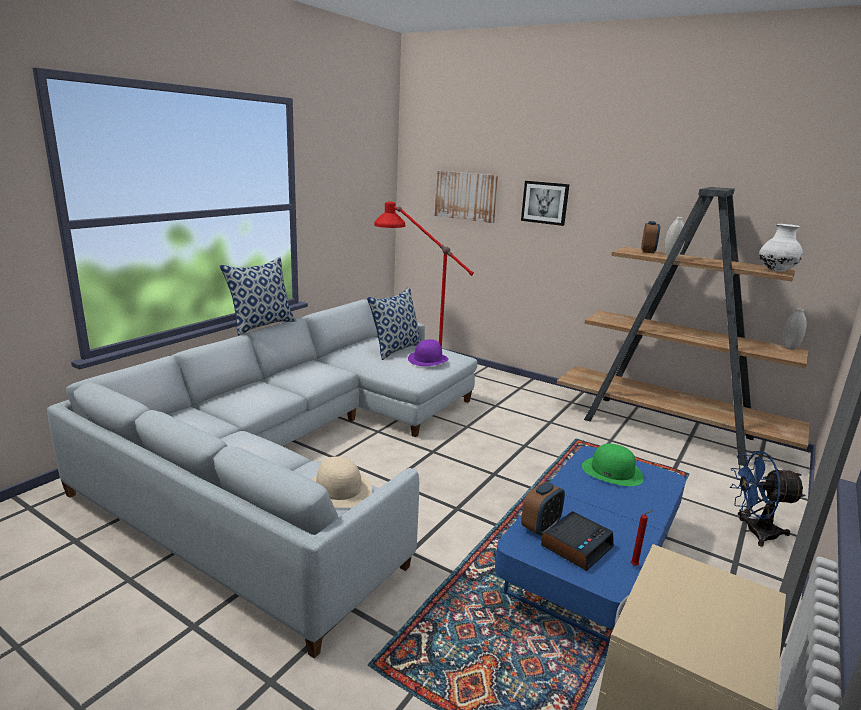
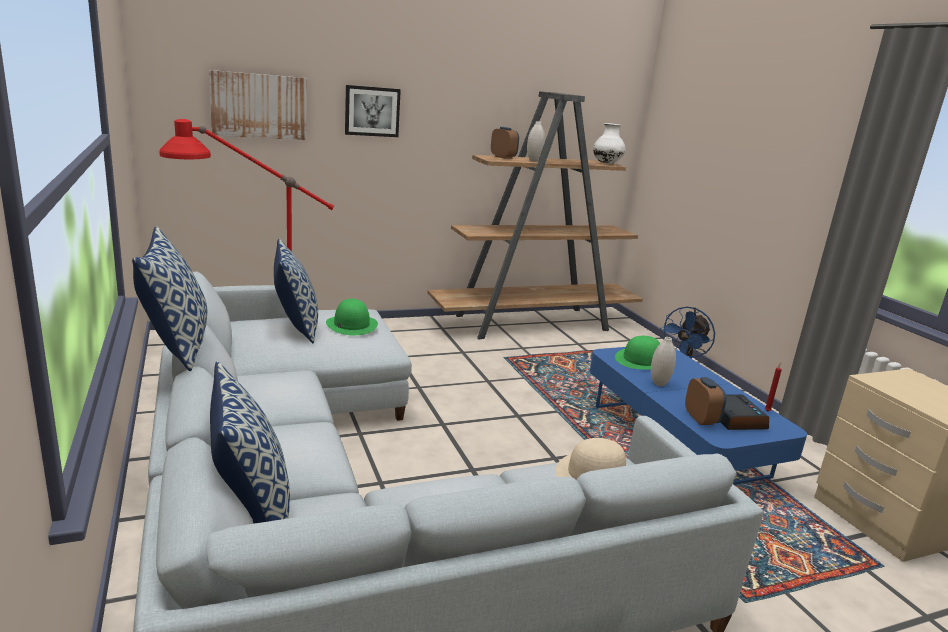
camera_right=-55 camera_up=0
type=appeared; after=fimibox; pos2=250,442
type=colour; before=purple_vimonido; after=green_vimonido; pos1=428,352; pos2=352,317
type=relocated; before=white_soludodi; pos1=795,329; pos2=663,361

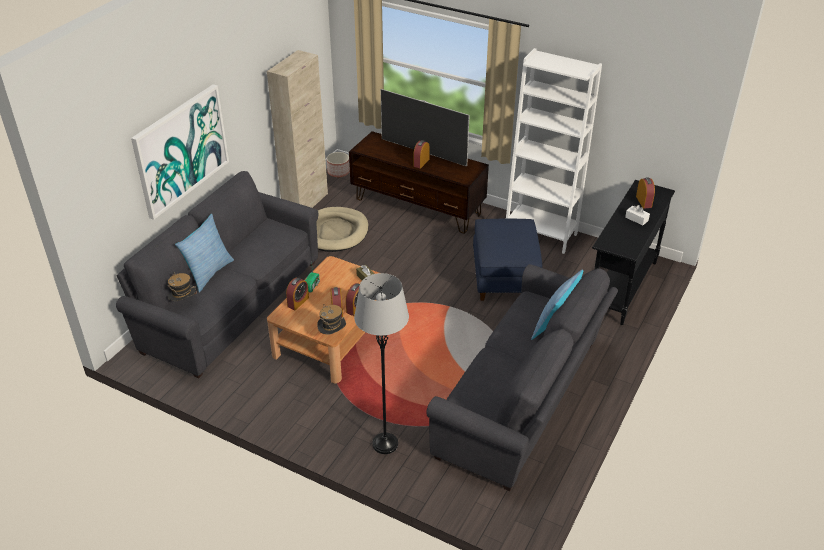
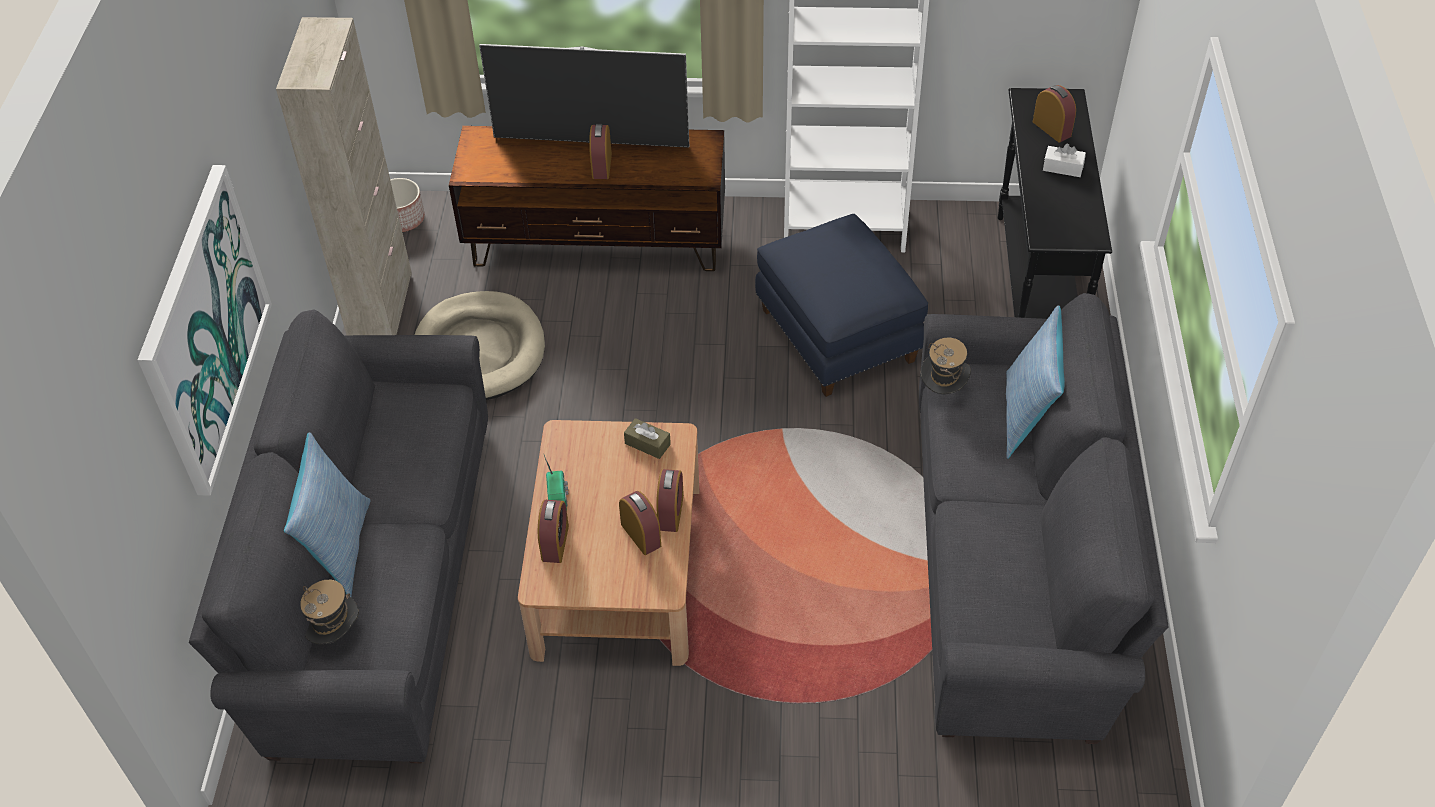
camera_right=-25 camera_up=10
type=relocated; before=vimonido; pos1=331,319; pos2=946,365
type=missing; before=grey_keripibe; pos1=381,363

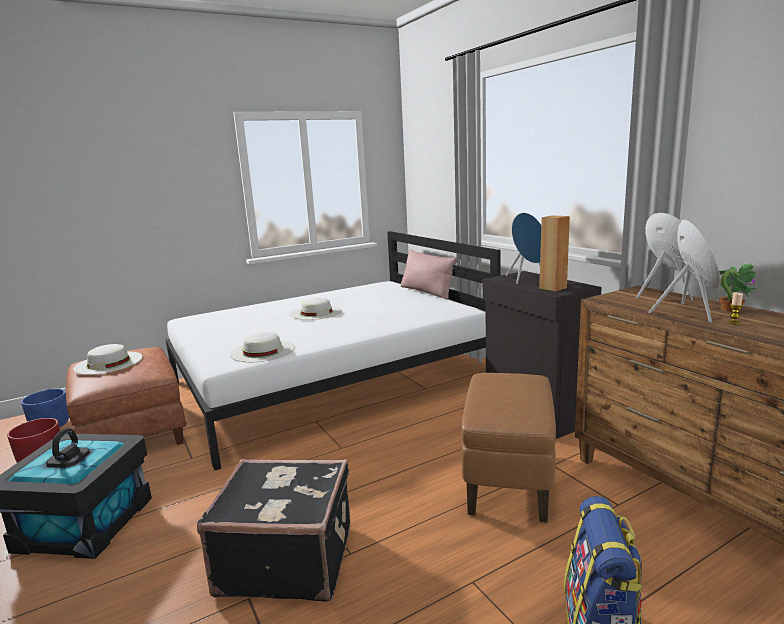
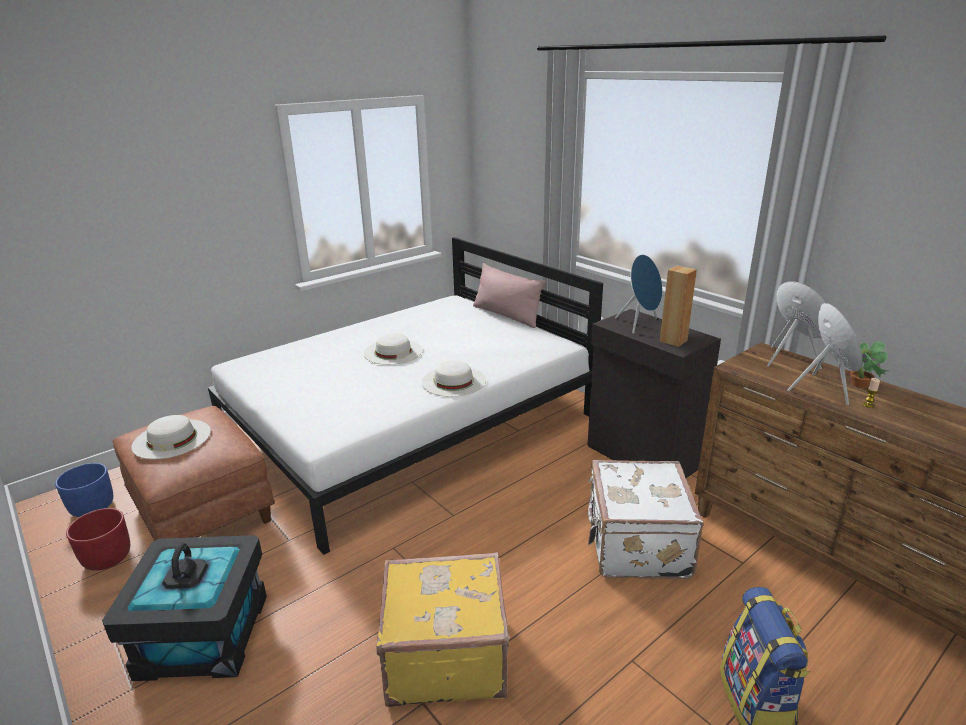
camera_right=-10 camera_up=10
type=colour; before=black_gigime; after=yellow_gigime; pos1=274,530; pos2=443,629
type=relocated; before=white_vimonido; pos1=262,347; pos2=453,379
type=exchanged; before=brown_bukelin; after=white_gigime; pos1=508,448; pos2=645,519

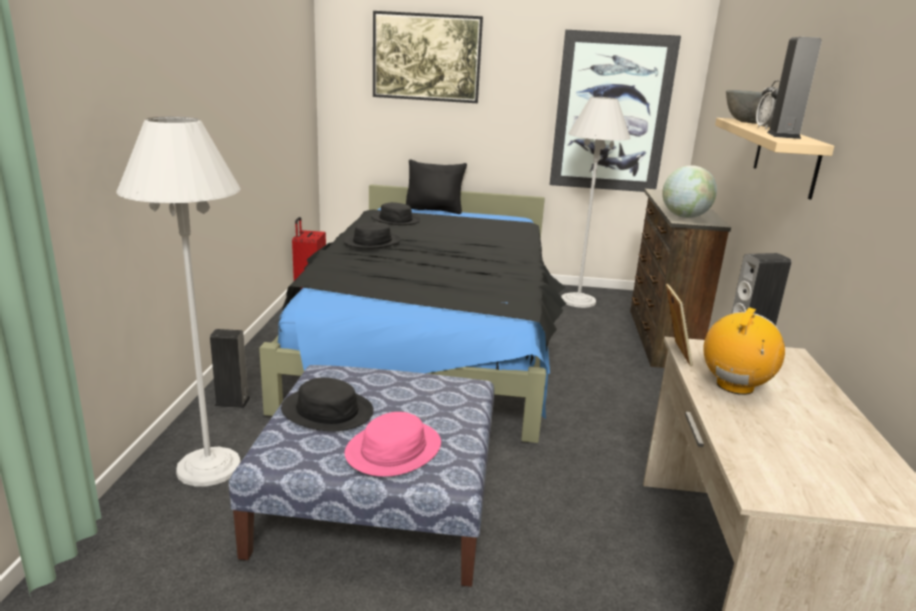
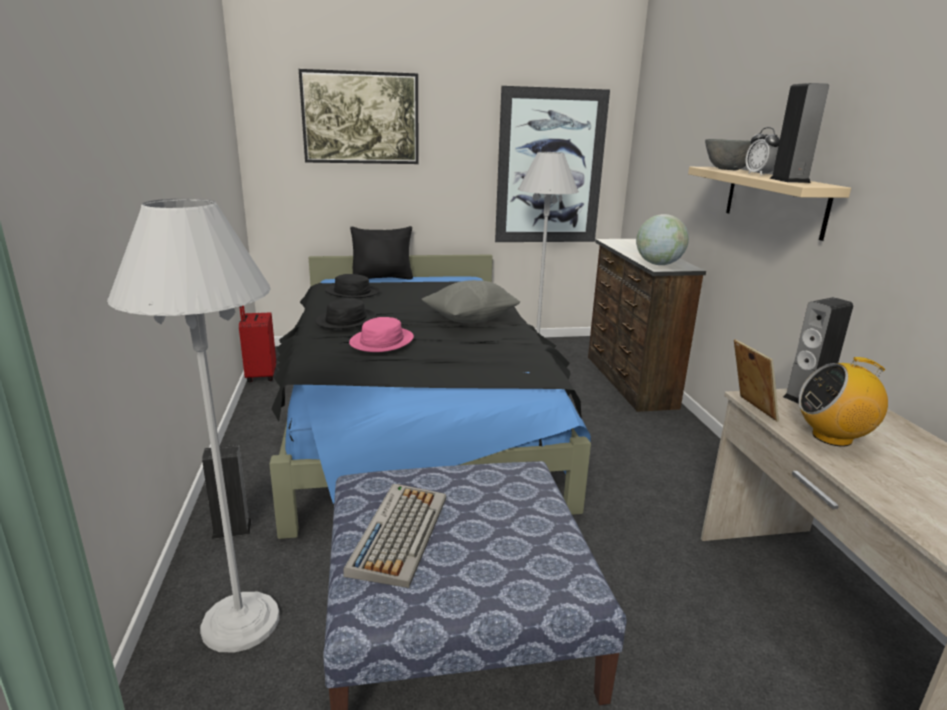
camera_right=-15 camera_up=0
type=exchanged; before=black_vimonido; after=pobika; pos1=327,404; pos2=394,536
type=relocated; before=pink_vimonido; pos1=393,444; pos2=381,334
type=appeared; after=grey_fimibox; pos2=471,301
type=spun; before=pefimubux; pos1=744,351; pos2=843,402; turn=-105

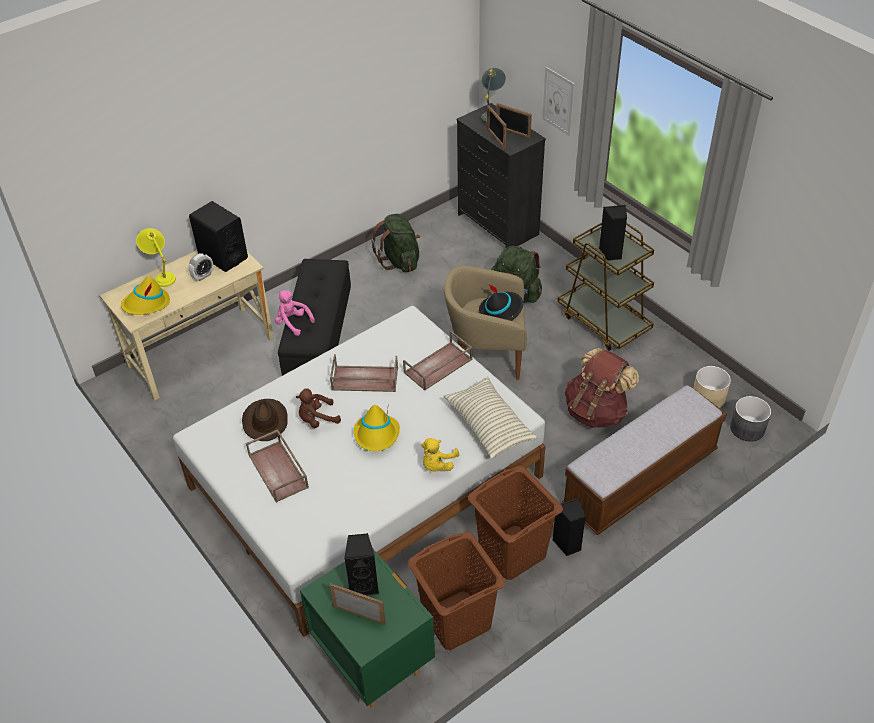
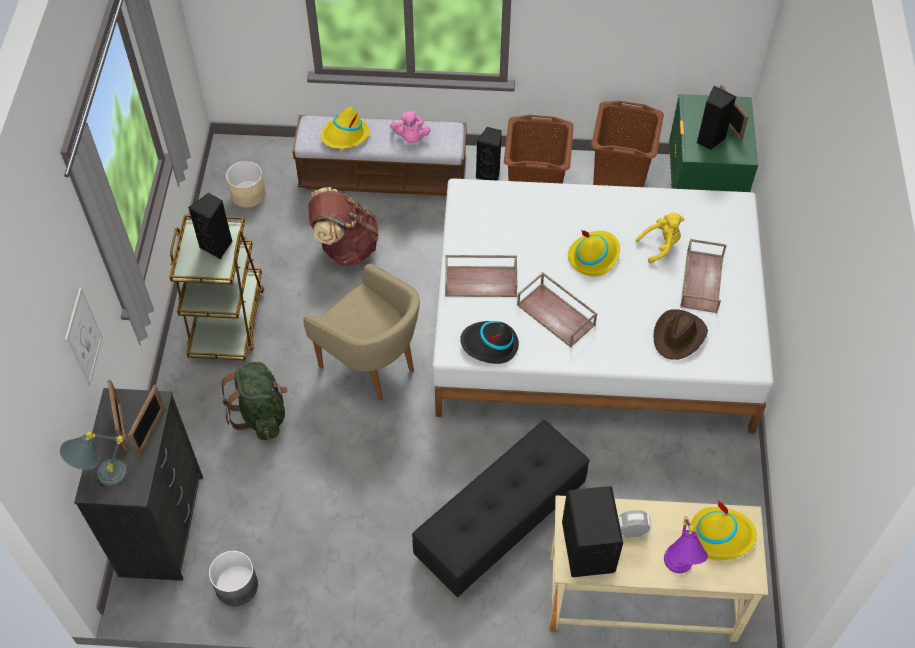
camera_right=-140 camera_up=10
type=relocated; before=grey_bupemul; pos1=750,419; pos2=233,578
type=appeared; after=yellow_vimonido; pos2=345,128
type=relocated; before=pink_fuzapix; pos1=295,313; pos2=410,126
type=relocated; before=black_vimonido; pos1=501,302; pos2=489,342
type=relocated; before=yellow_fuzapix; pos1=440,454; pos2=660,237
type=colour; before=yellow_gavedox; after=purple_gavedox; pos1=156,257; pos2=686,544
type=missing; before=brown_fuzapix; pos1=318,408
type=missing; before=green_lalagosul; pos1=395,243
type=missing; before=fimibox; pos1=490,418

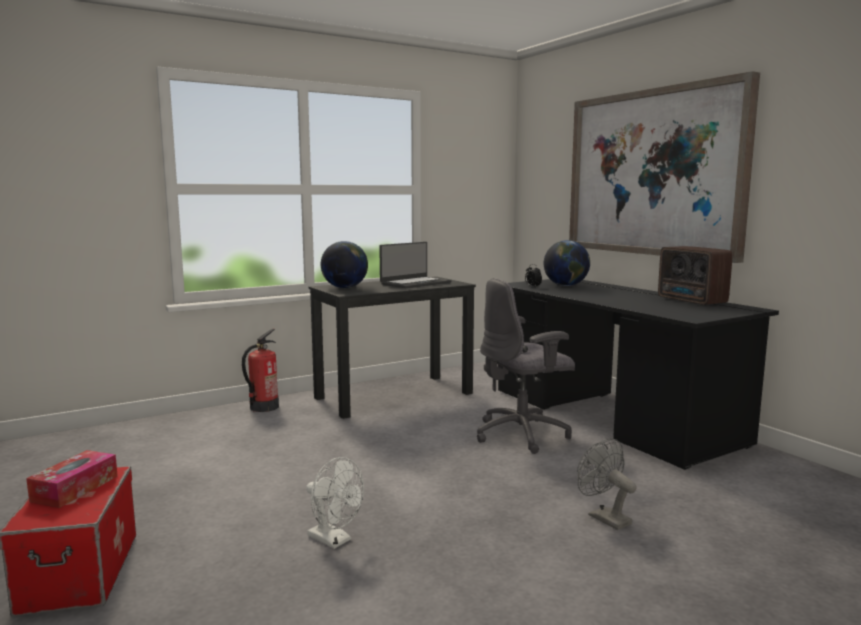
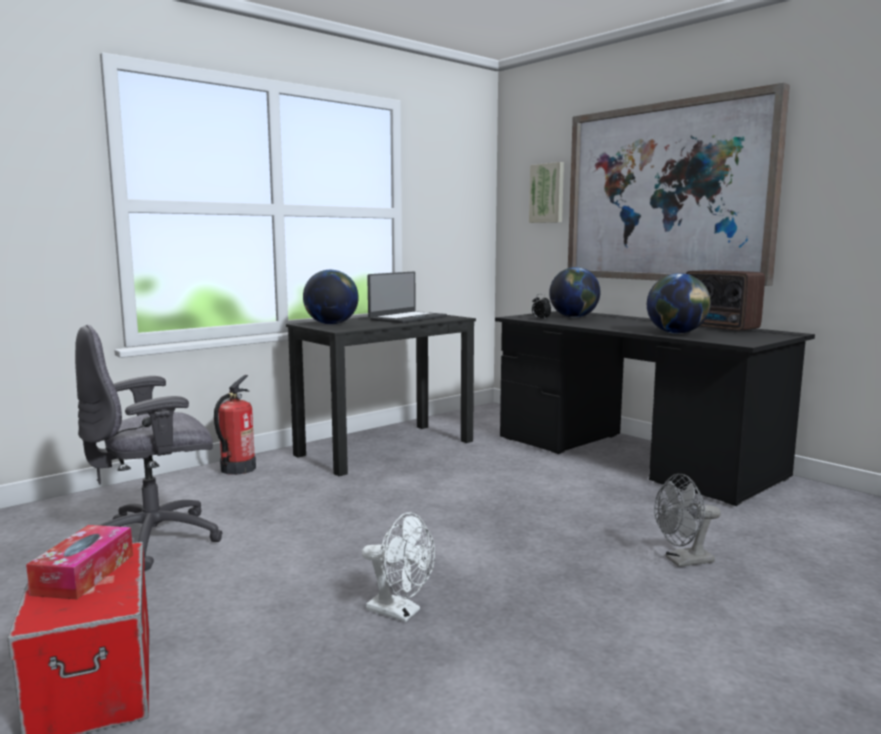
camera_right=-10 camera_up=0
type=relocated; before=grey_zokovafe; pos1=526,366; pos2=149,447
type=appeared; after=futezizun; pos2=546,192
type=appeared; after=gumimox; pos2=679,303
type=spun; before=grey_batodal; pos1=607,484; pos2=687,520; turn=-60

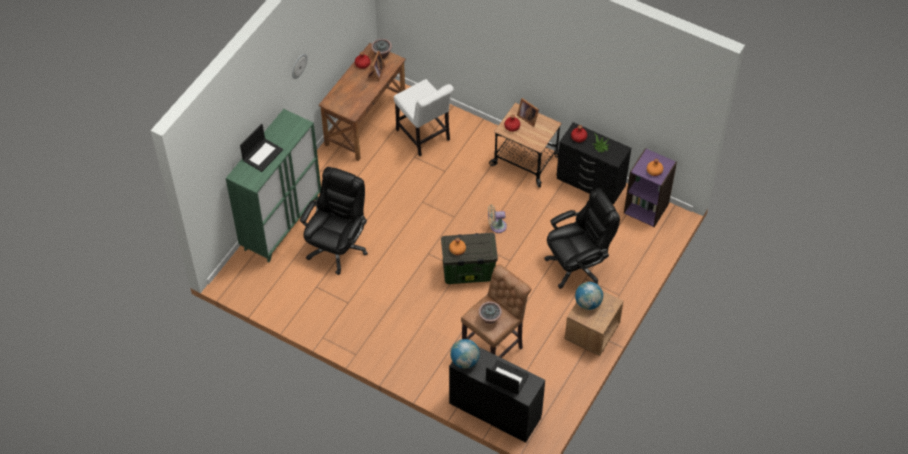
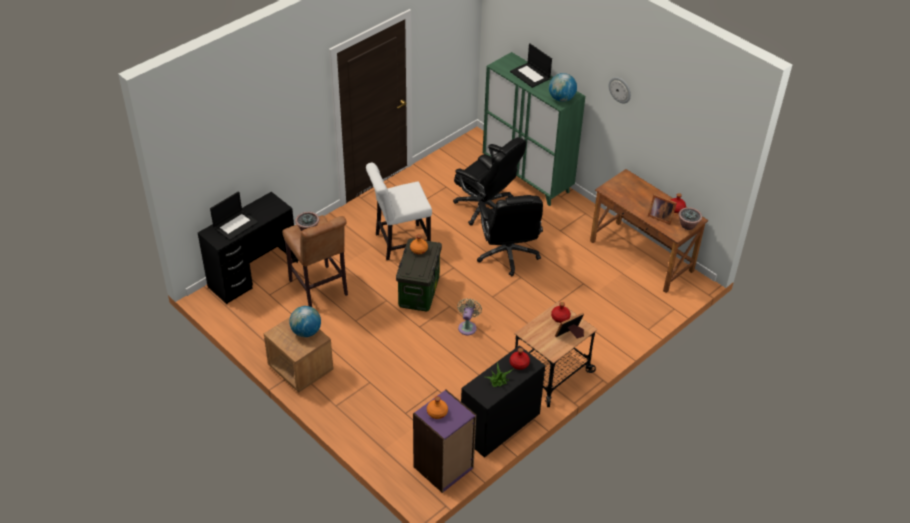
camera_right=105 camera_up=-10
type=relocated; before=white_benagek; pos1=424,117; pos2=399,211
type=relocated; before=black_zokovafe; pos1=582,238; pos2=510,235
type=relocated; before=gumimox; pos1=465,354; pos2=563,87

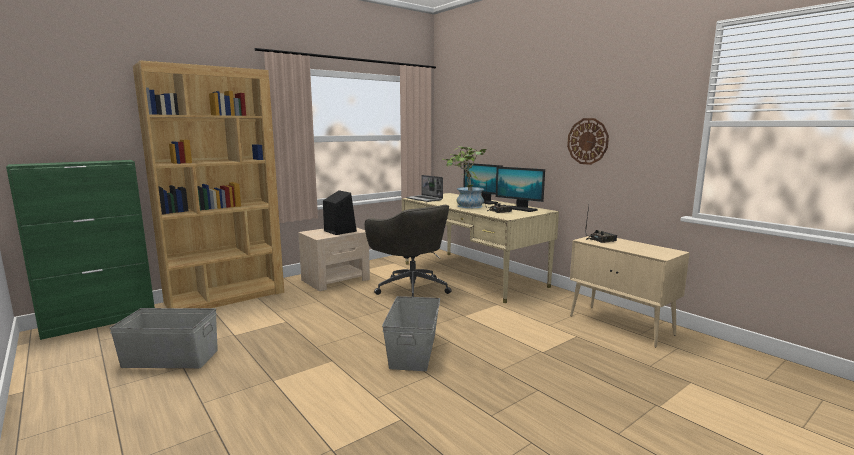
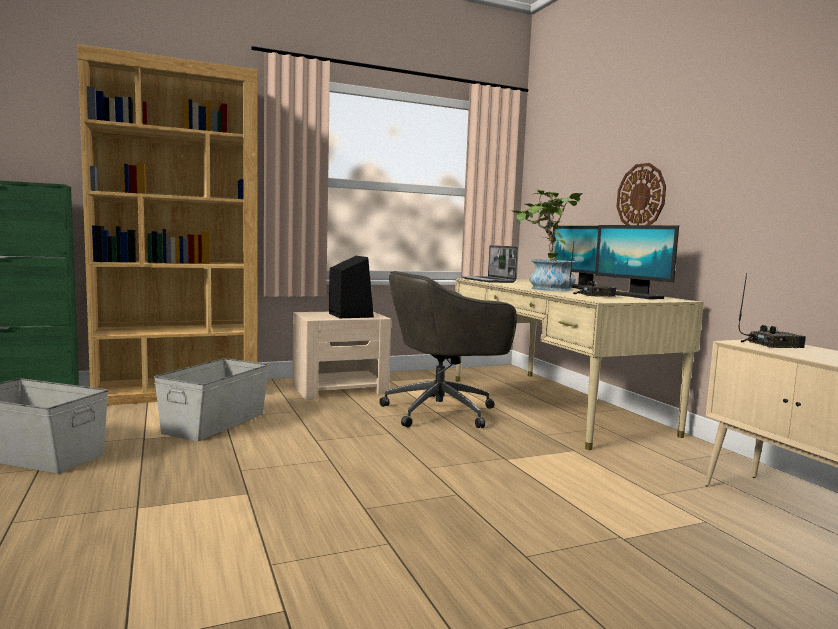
camera_right=15 camera_up=-5
type=relocated; before=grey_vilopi; pos1=411,333; pos2=211,399
type=spun; before=grey_zokovafe; pos1=408,251; pos2=448,349; turn=90
type=relocated; before=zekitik; pos1=588,141; pos2=641,194

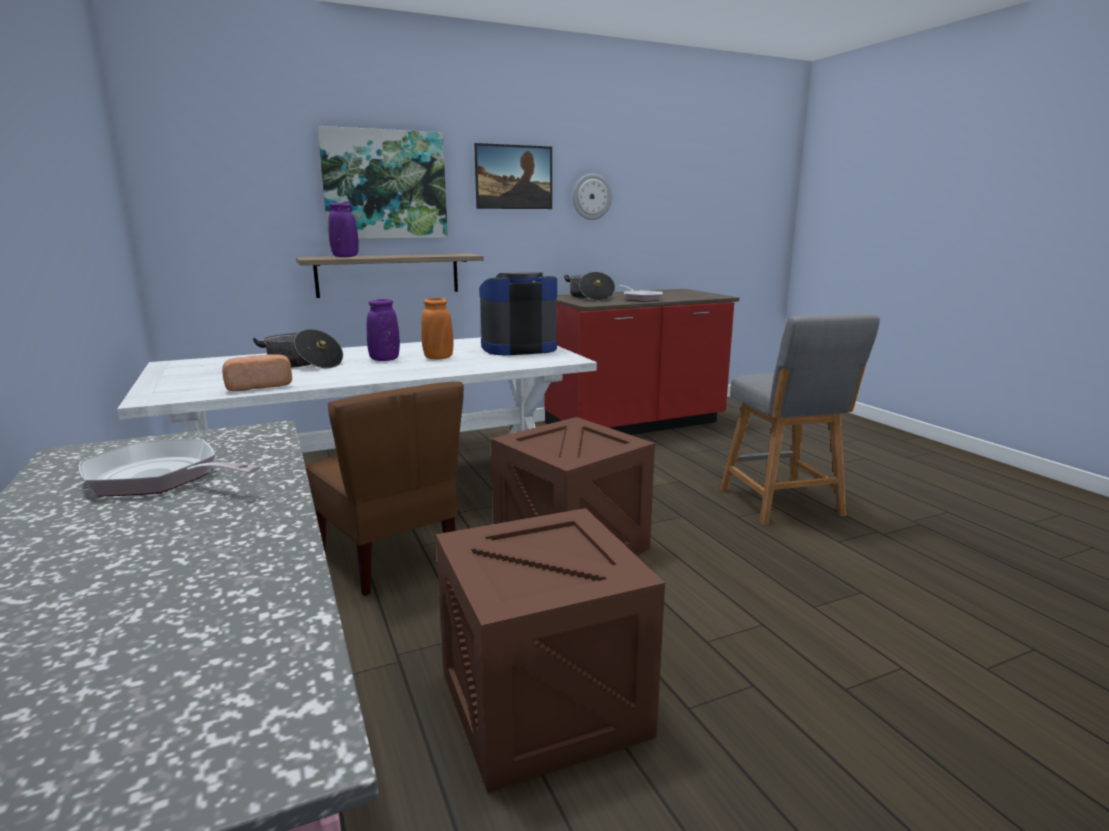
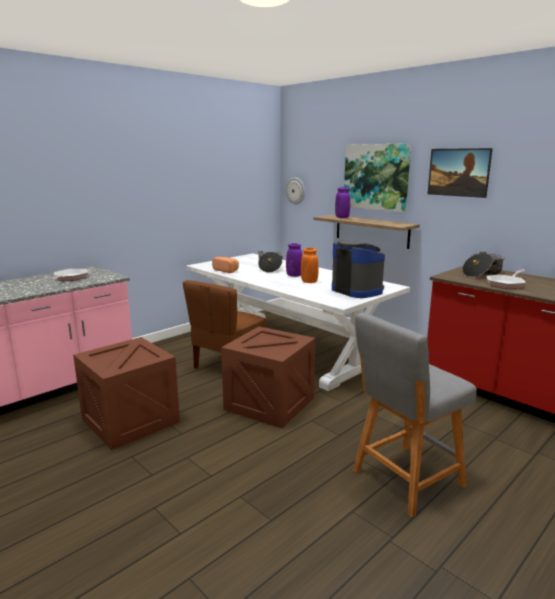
camera_right=70 camera_up=0
type=relocated; before=zekitik; pos1=592,196; pos2=295,191

